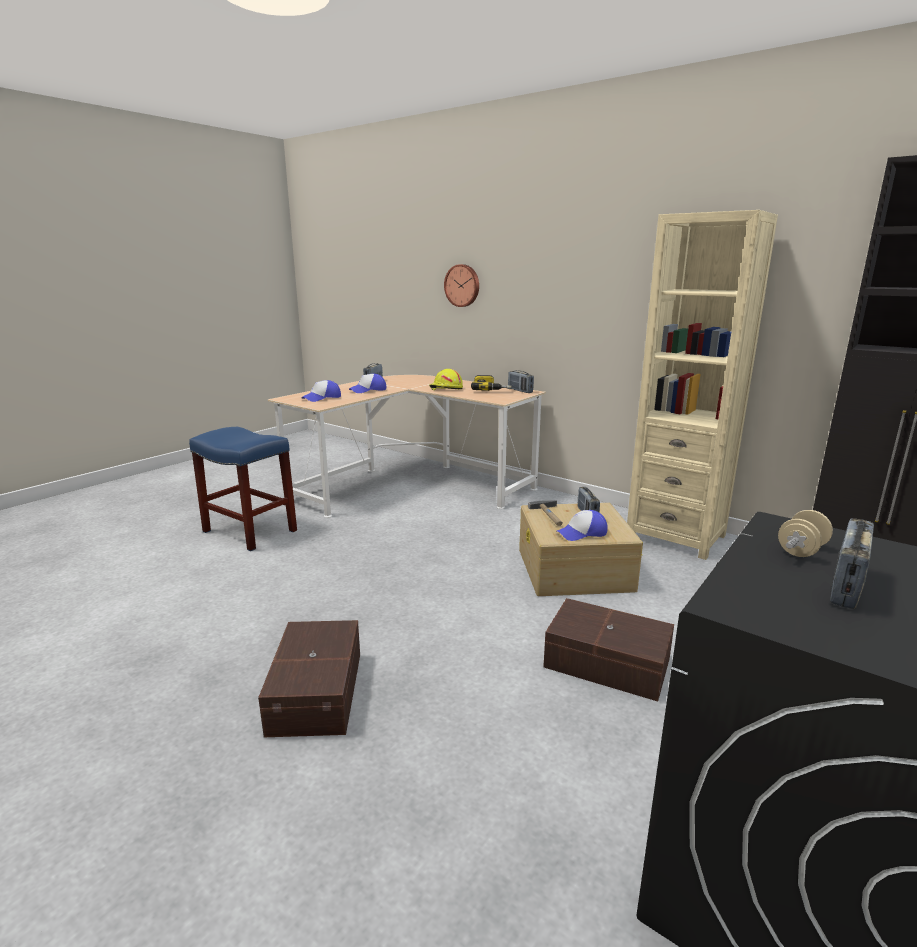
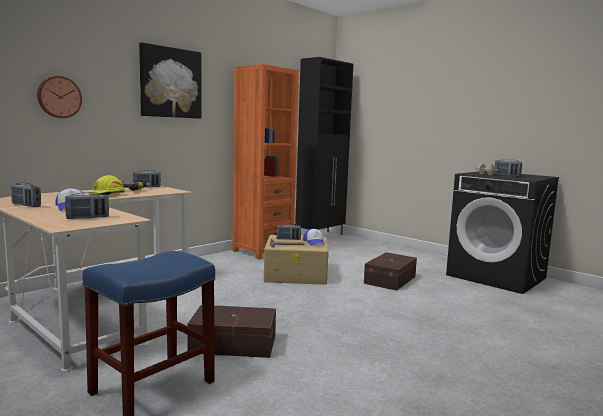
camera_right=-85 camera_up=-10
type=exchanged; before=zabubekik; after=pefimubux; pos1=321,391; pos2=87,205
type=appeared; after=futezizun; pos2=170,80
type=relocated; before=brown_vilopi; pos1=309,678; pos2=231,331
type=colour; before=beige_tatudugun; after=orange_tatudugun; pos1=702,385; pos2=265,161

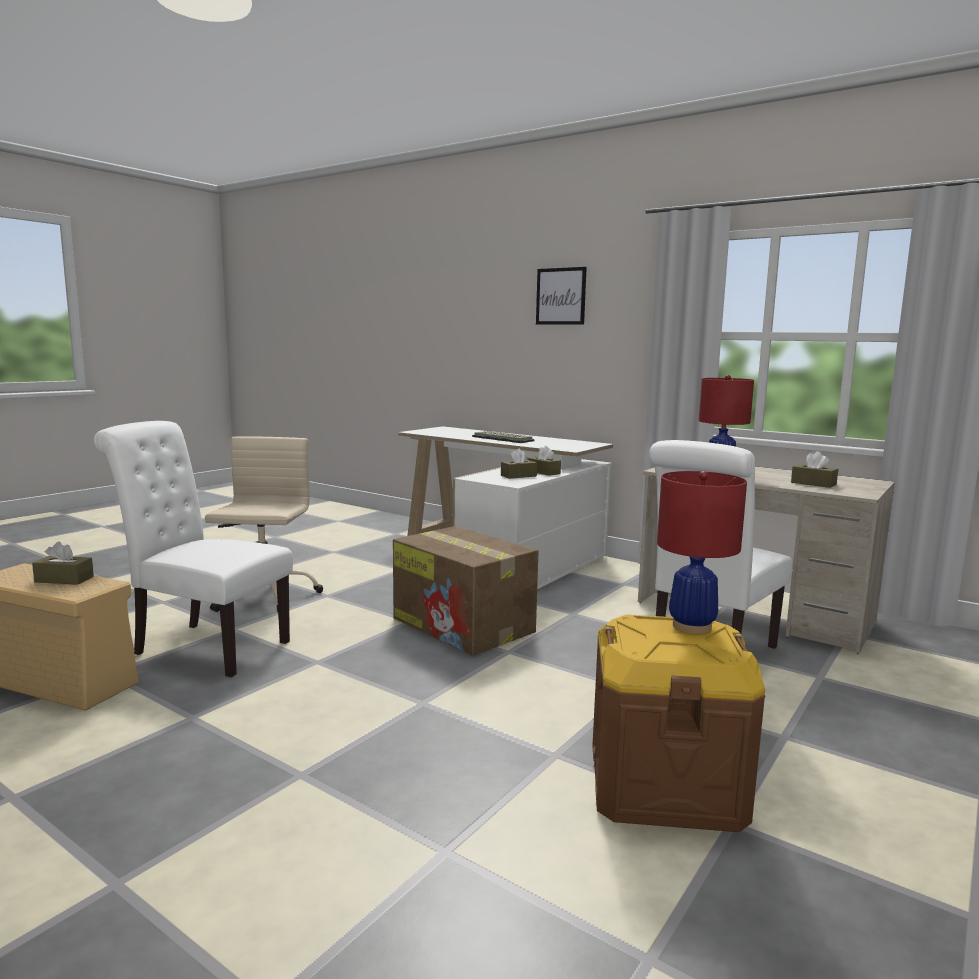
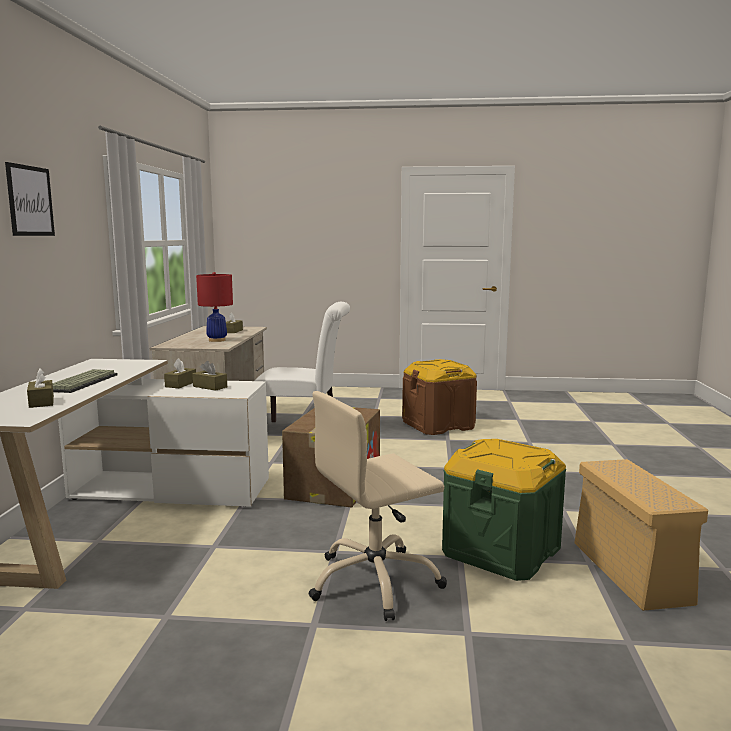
camera_right=-120 camera_up=0
type=relocated; before=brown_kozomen; pos1=63,563; pos2=40,388
type=exchanged; before=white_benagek; after=green_vilopi; pos1=193,549; pos2=504,510
type=missing; before=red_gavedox; pos1=702,552

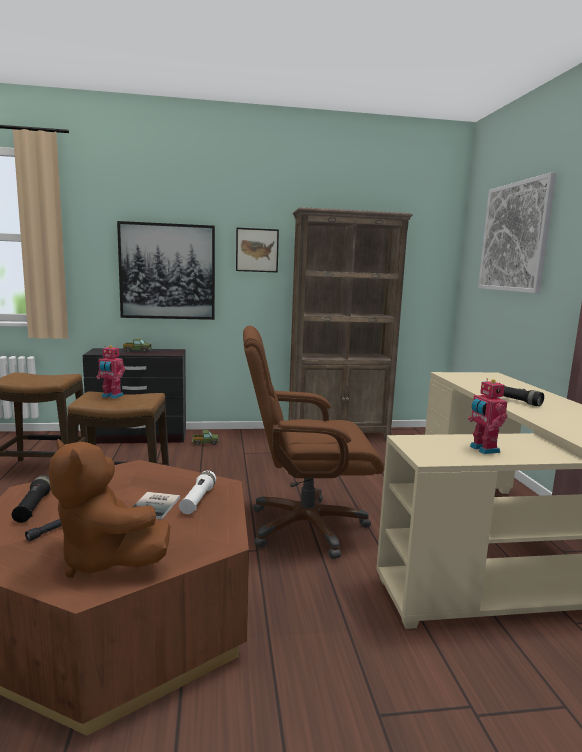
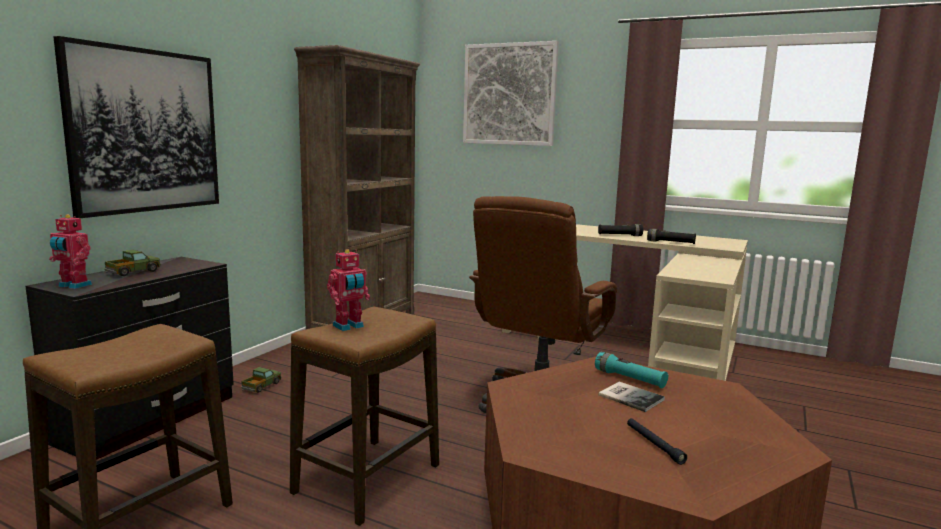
camera_right=-55 camera_up=0
type=relocated; before=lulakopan; pos1=487,416; pos2=70,252
type=colour; before=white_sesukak; after=turquoise_sesukak; pos1=197,492; pos2=632,370
type=relocated; before=black_sesukak; pos1=31,499; pos2=671,236
type=missing; before=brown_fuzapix; pos1=109,508
type=missing; before=futezizun; pos1=257,250

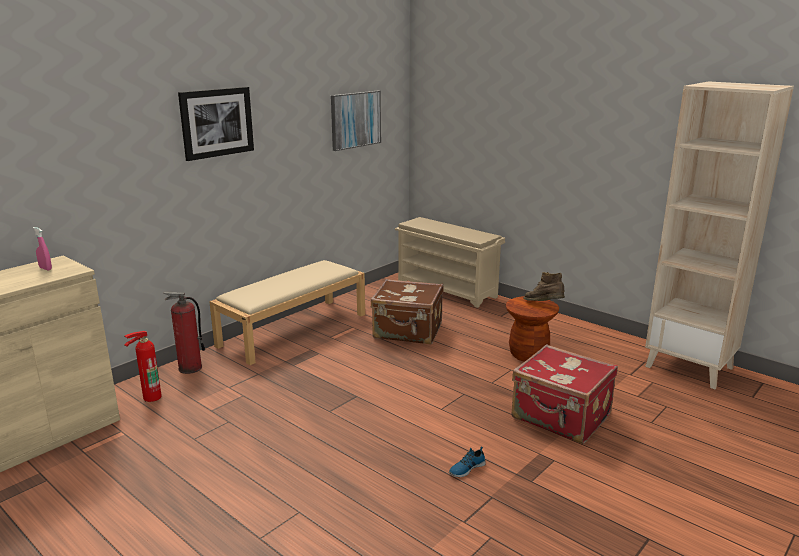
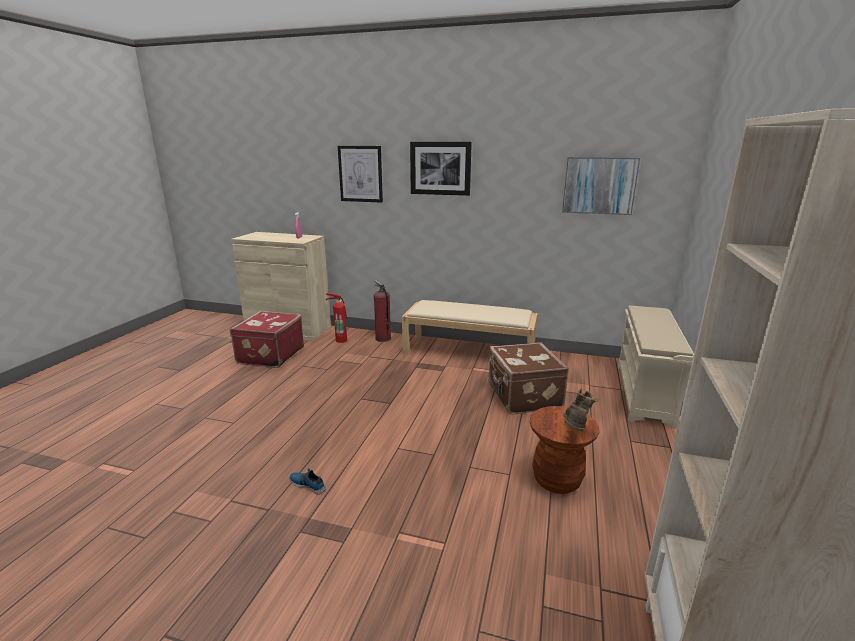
camera_right=65 camera_up=0
type=relocated; before=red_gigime; pos1=565,394; pos2=267,339
type=appeared; after=futezizun; pos2=360,174

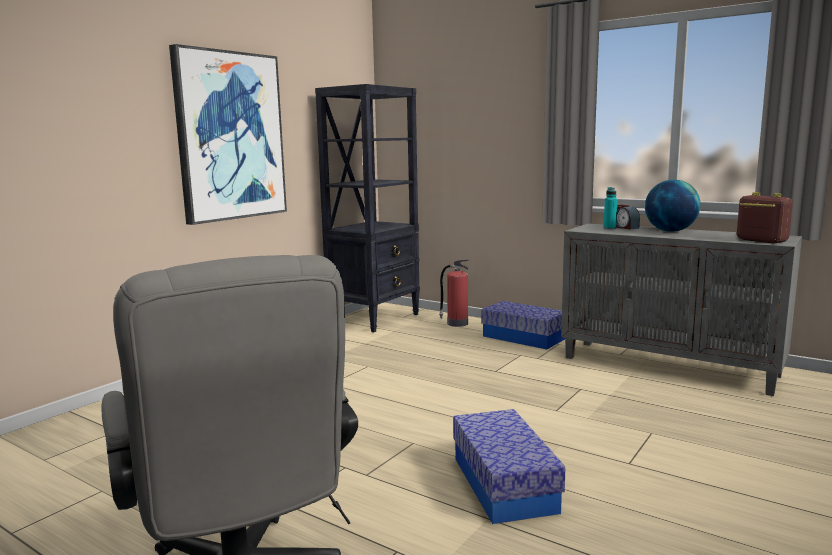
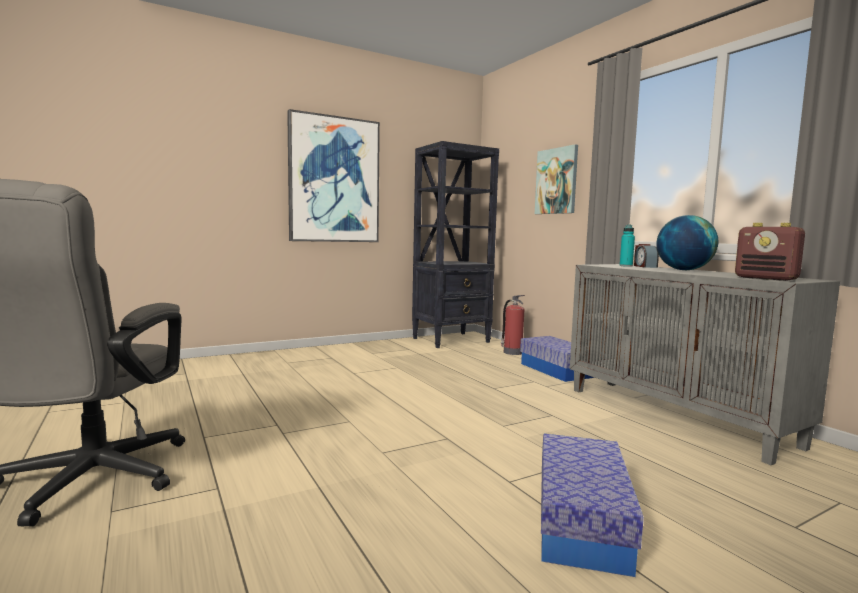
camera_right=25 camera_up=-5
type=appeared; after=futezizun; pos2=556,179
type=relocated; before=vilopi; pos1=509,466; pos2=592,505
type=spun; before=pefimubux; pos1=765,218; pos2=770,252; turn=150

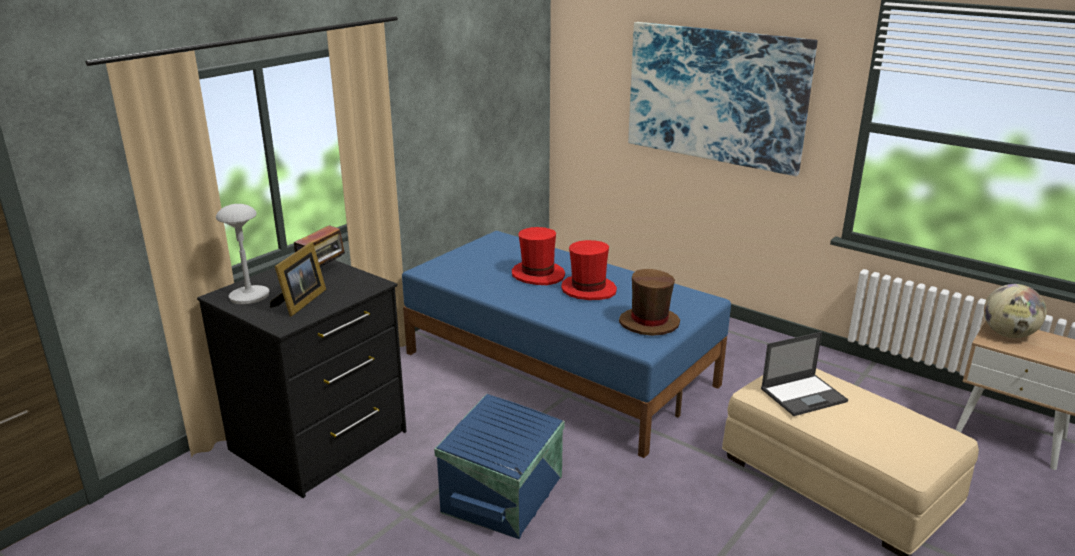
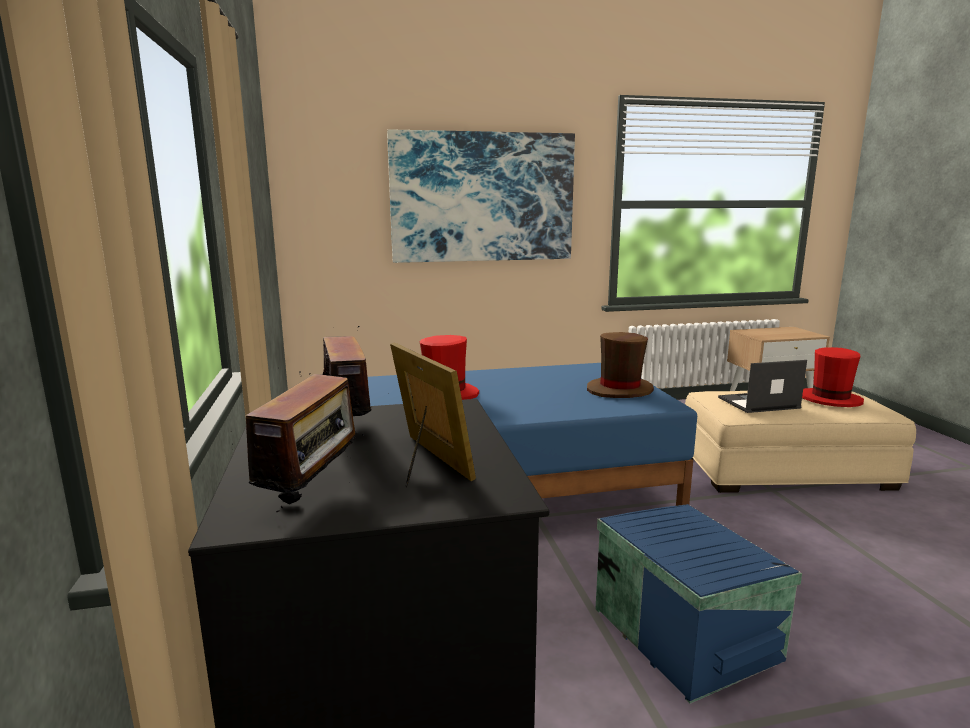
camera_right=-50 camera_up=-10
type=exchanged; before=grey_gavedox; after=pefimubux; pos1=243,254; pos2=297,441
type=spun; before=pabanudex; pos1=804,374; pos2=762,386; turn=-120
type=relocated; before=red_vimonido; pos1=589,270; pos2=833,377
type=missing; before=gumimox; pos1=1015,311

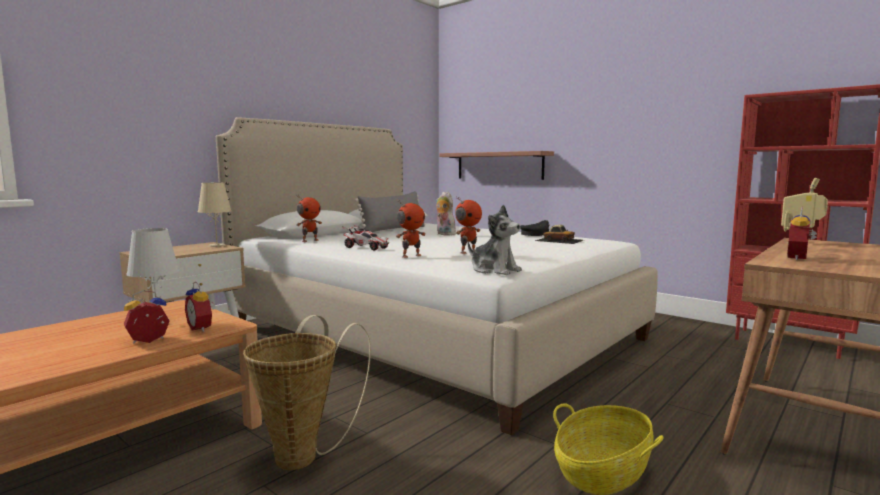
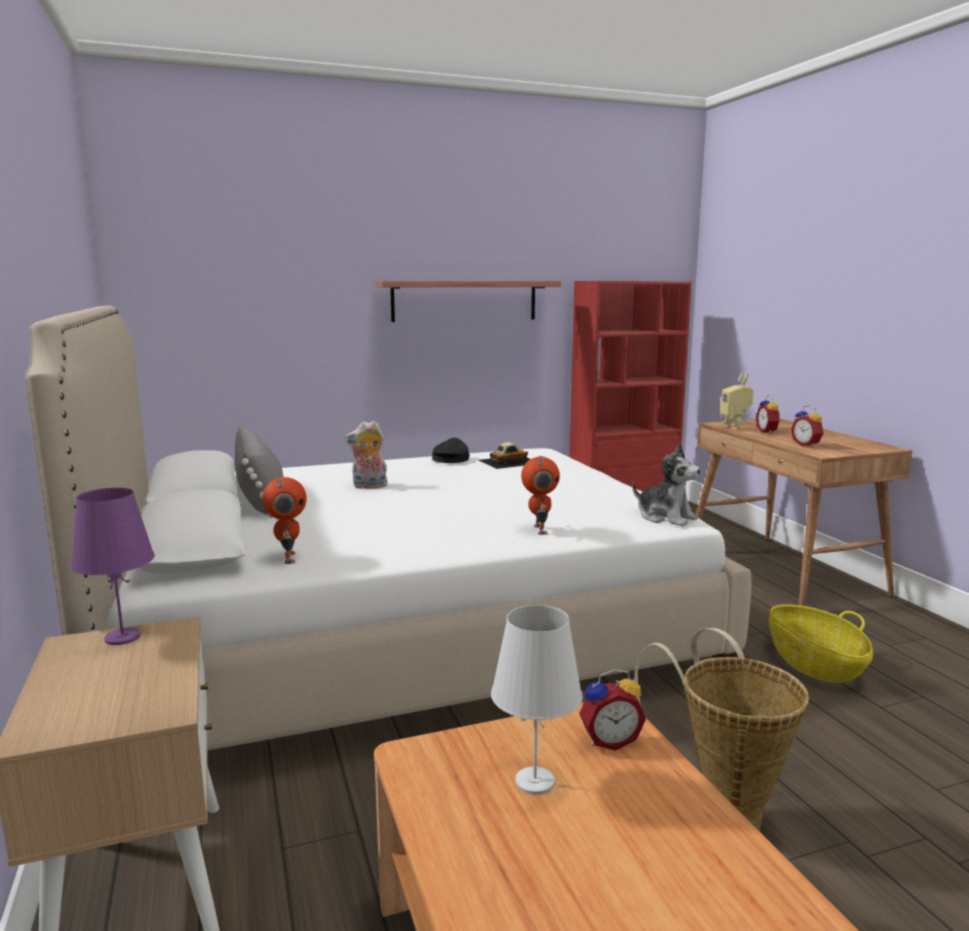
camera_right=-60 camera_up=5
type=colour; before=beige_gavedox; after=purple_gavedox; pos1=215,215; pos2=112,566
type=relocated; before=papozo; pos1=496,165; pos2=468,301
type=spun; before=fuzapix; pos1=495,240; pos2=666,484; turn=60
type=relocated; before=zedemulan; pos1=147,316; pos2=769,414
type=missing; before=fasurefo; pos1=365,238
type=missing; before=lulakopan; pos1=468,225

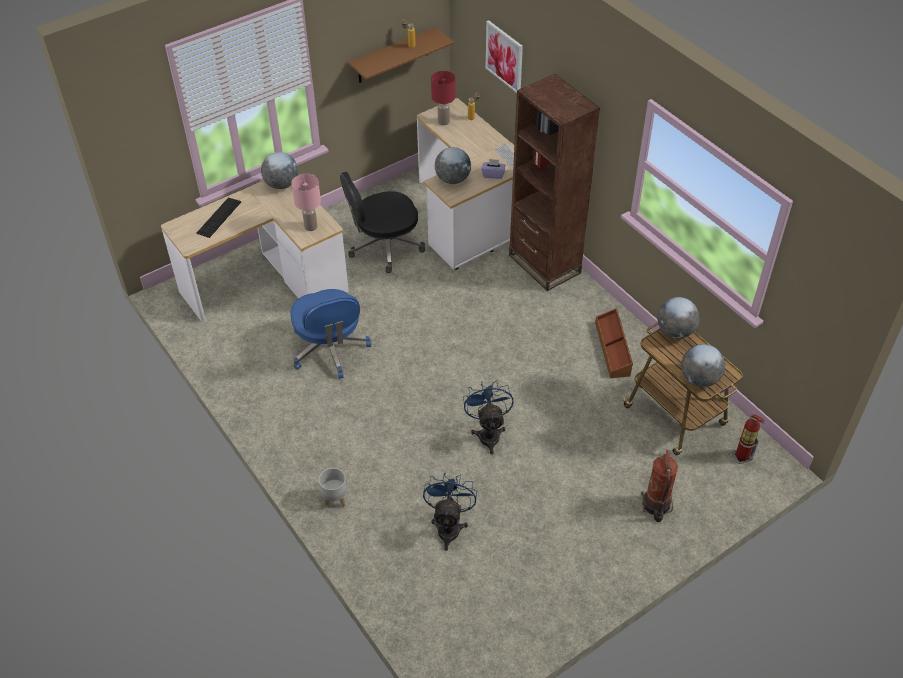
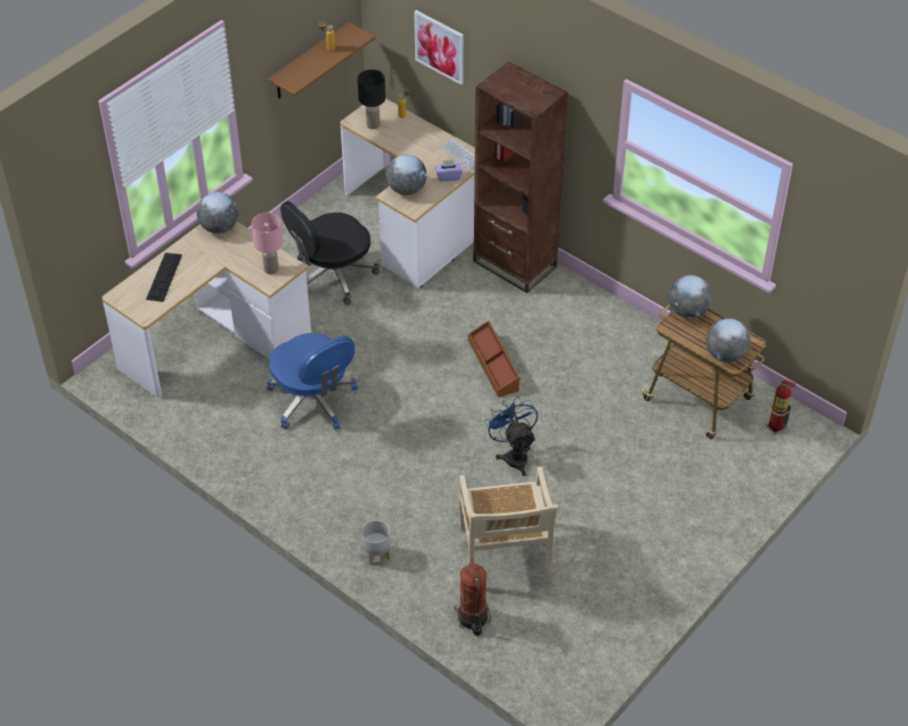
camera_right=-15 camera_up=0
type=colour; before=red_gavedox; after=black_gavedox; pos1=443,98; pos2=371,99
type=relocated; before=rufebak; pos1=659,485; pos2=473,596
type=exchanged; before=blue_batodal; after=beige_benagek; pos1=450,511; pos2=508,524
type=relocated; before=brown_vilopi; pos1=614,343; pos2=494,358

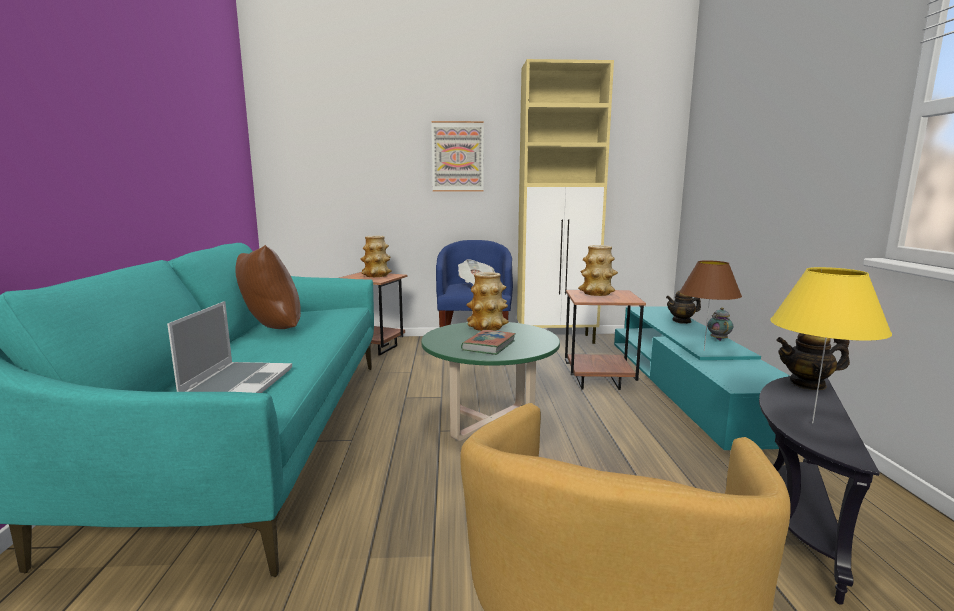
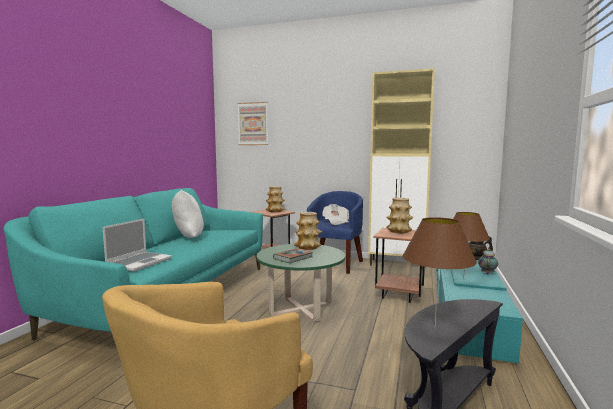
camera_right=20 camera_up=-5
type=colour; before=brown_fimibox; after=white_fimibox; pos1=268,287; pos2=188,214
type=relocated; before=futezizun; pos1=457,156; pos2=252,123
type=colour; before=yellow_gavedox; after=brown_gavedox; pos1=831,345; pos2=439,272
type=missing; before=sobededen; pos1=813,361

